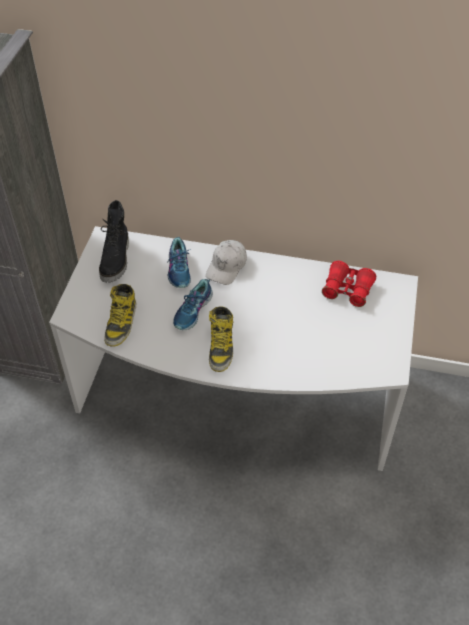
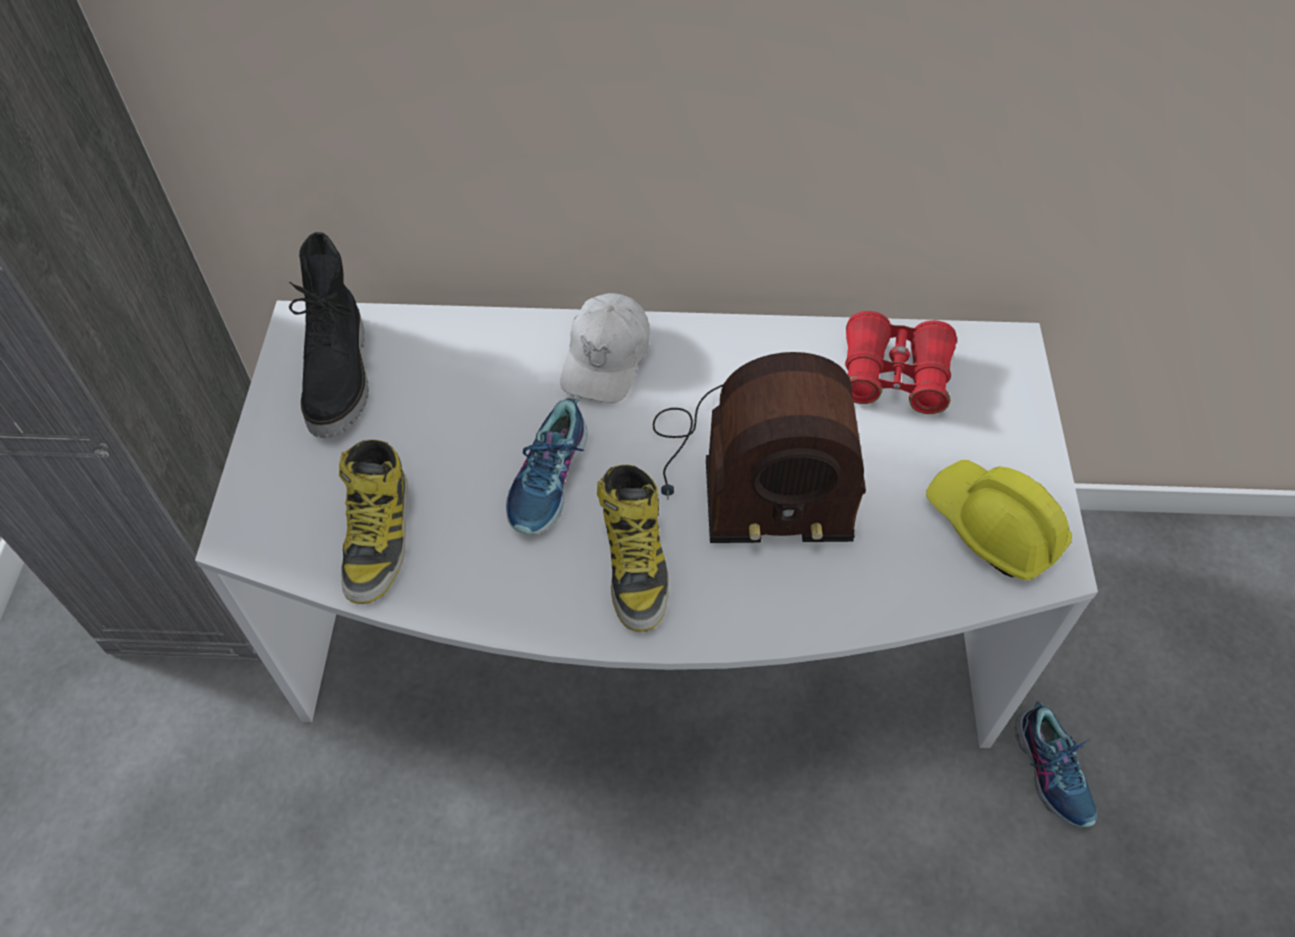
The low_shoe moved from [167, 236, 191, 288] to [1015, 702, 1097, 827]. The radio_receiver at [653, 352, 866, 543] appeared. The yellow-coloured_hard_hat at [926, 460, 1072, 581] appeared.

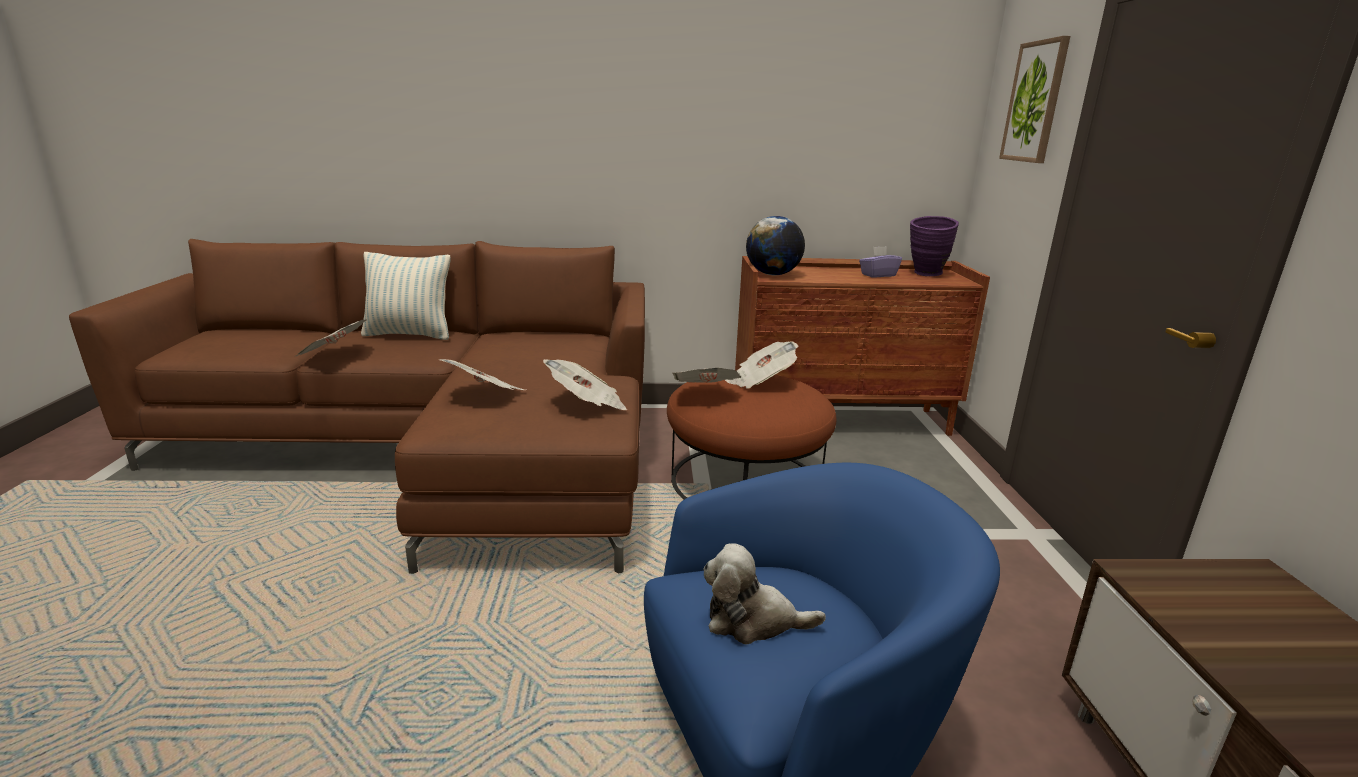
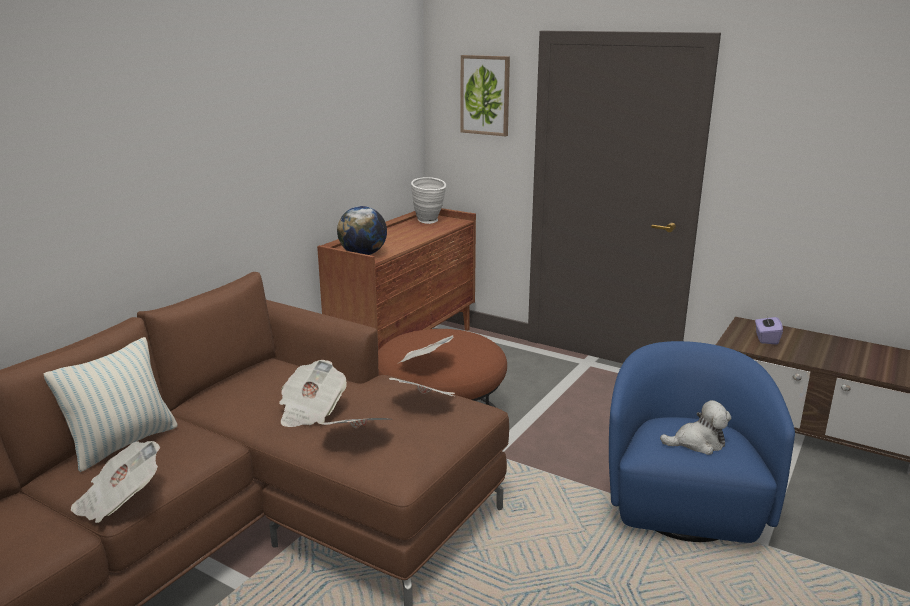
The cuddly_toy at [703, 543, 826, 644] turned 135 degrees counterclockwise. The printed_paper moved from [725, 342, 799, 389] to [279, 360, 347, 427]. The purple-coloured_box_of_tissues moved from [859, 246, 902, 278] to [755, 317, 783, 345]. The purple-coloured_decorative_vase at [910, 216, 959, 276] became the whitish_decorative_vase at [411, 177, 446, 224].

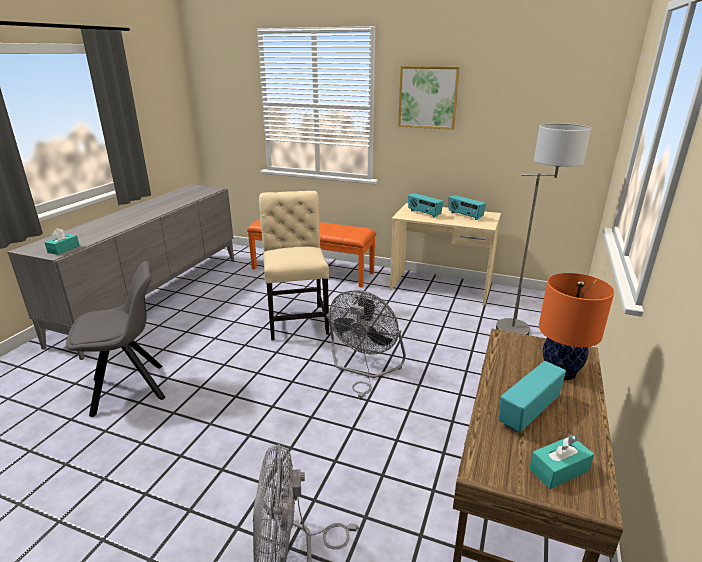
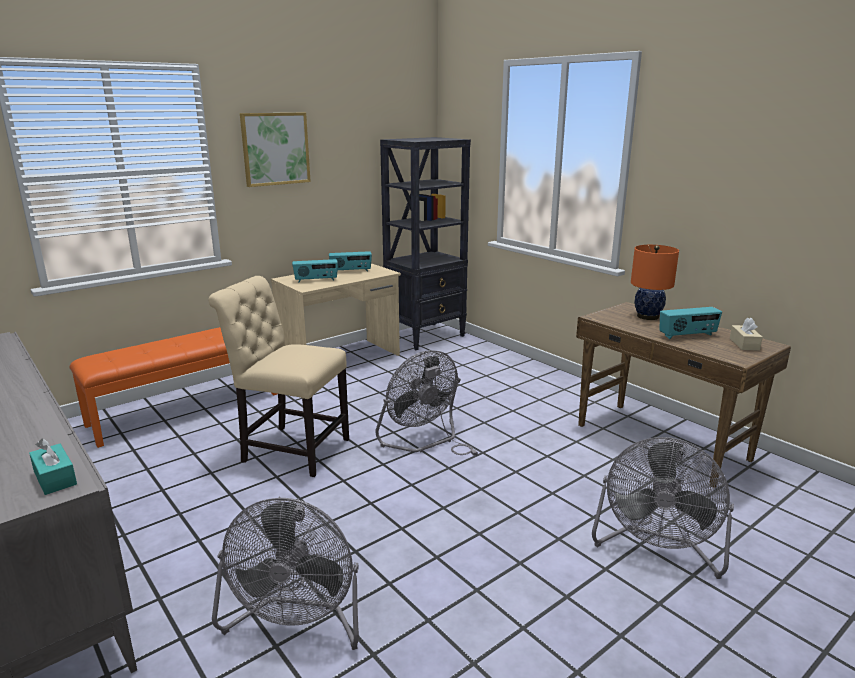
The gray_upright_chair at [66, 261, 165, 417] was replaced by the gray_fan at [212, 496, 359, 650]. The gray_standard_lamp at [496, 123, 591, 335] disappeared. The radio_receiver at [498, 361, 566, 432] turned 90 degrees counterclockwise. The turquoise-coloured_box_of_tissues at [529, 436, 594, 489] became the beige_box_of_tissues at [730, 317, 763, 351]. The black-coloured_shelving_unit at [380, 137, 471, 350] appeared.

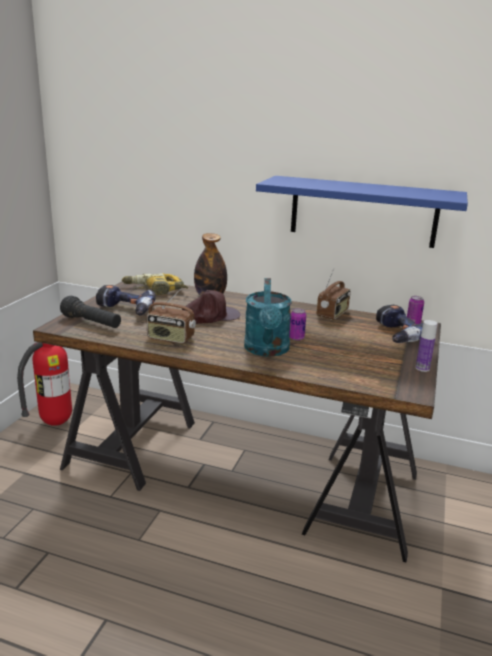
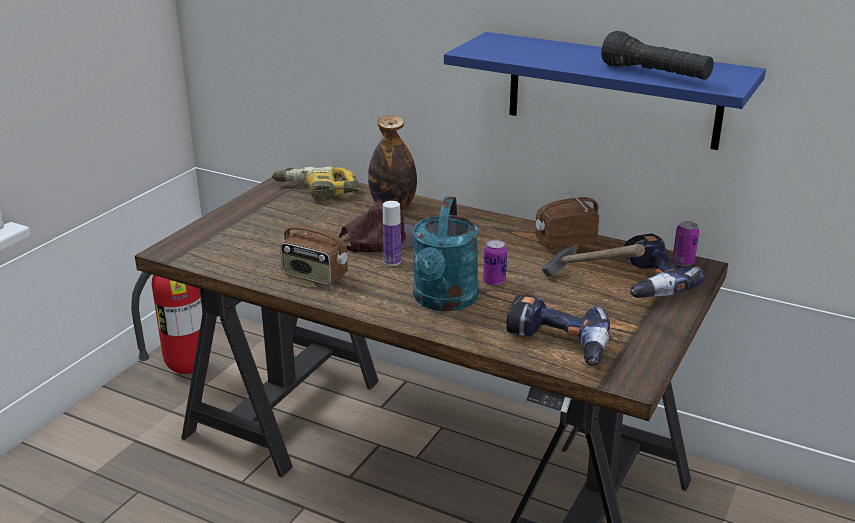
The black-coloured_flashlight moved from [60, 296, 121, 328] to [601, 31, 714, 80]. The drill moved from [96, 285, 156, 315] to [506, 295, 610, 366]. The radio_receiver at [317, 268, 351, 320] turned 150 degrees counterclockwise. The beverage_bottle moved from [416, 320, 438, 372] to [383, 201, 401, 266]. The tool_hammer at [542, 244, 645, 277] appeared.

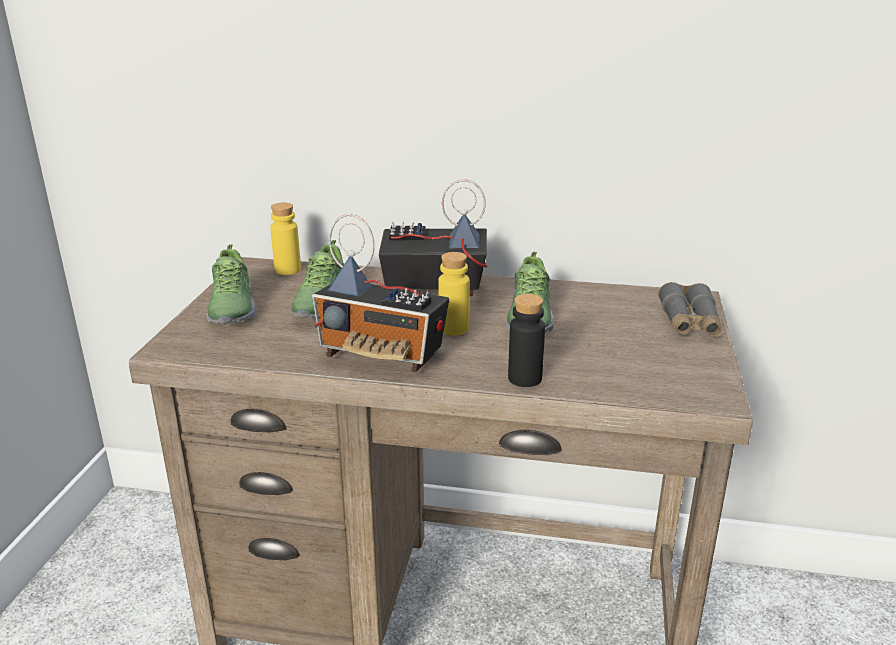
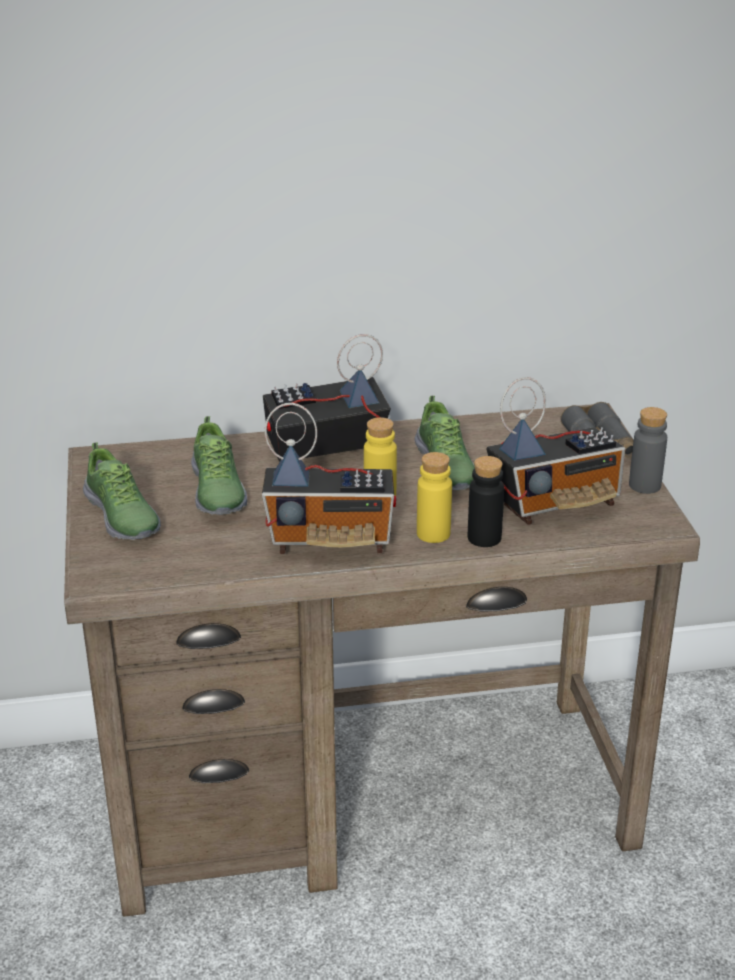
The yellow-coloured_beverage_bottle moved from [270, 203, 301, 275] to [417, 452, 452, 543]. The radio_receiver at [487, 377, 626, 525] appeared. The gray_beverage_bottle at [629, 407, 667, 494] appeared.

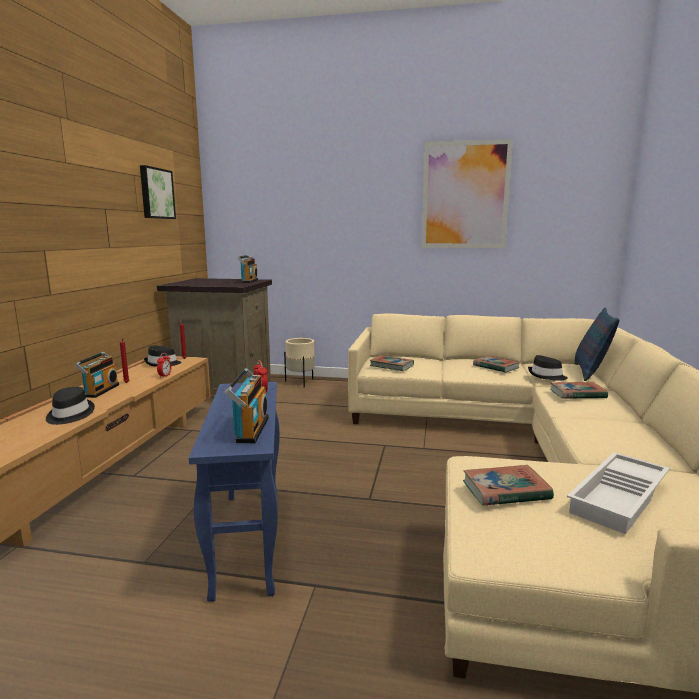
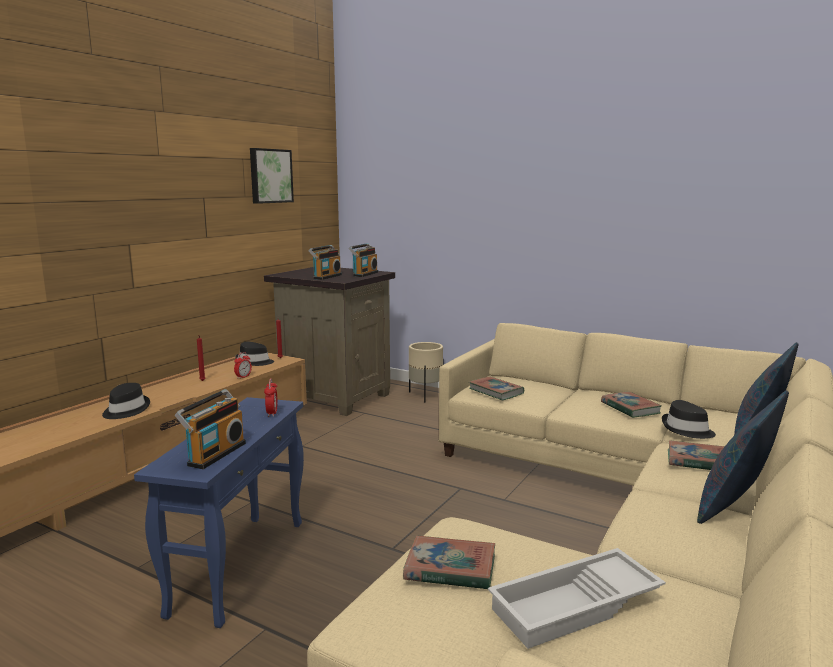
The radio_receiver moved from [75, 352, 119, 398] to [308, 245, 342, 280]. The wall_picture at [421, 139, 513, 248] disappeared. The blue_cushion at [697, 390, 789, 524] appeared.

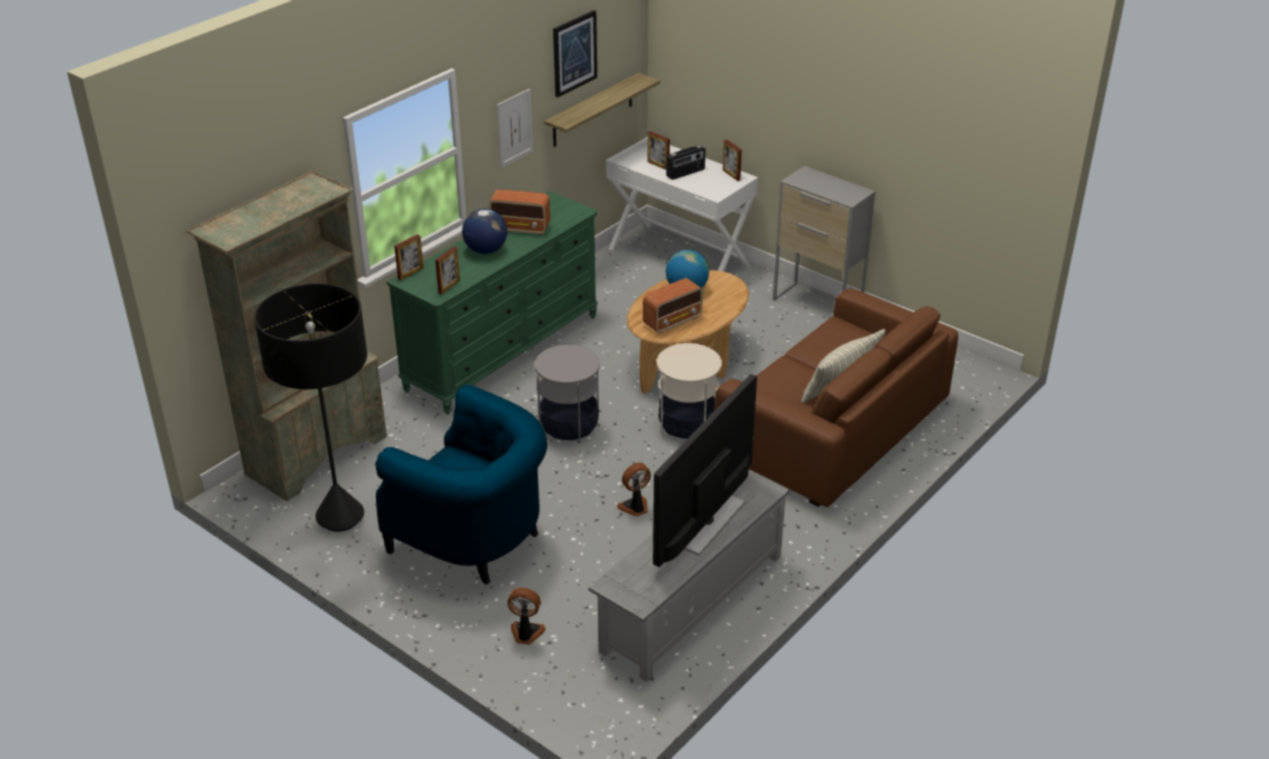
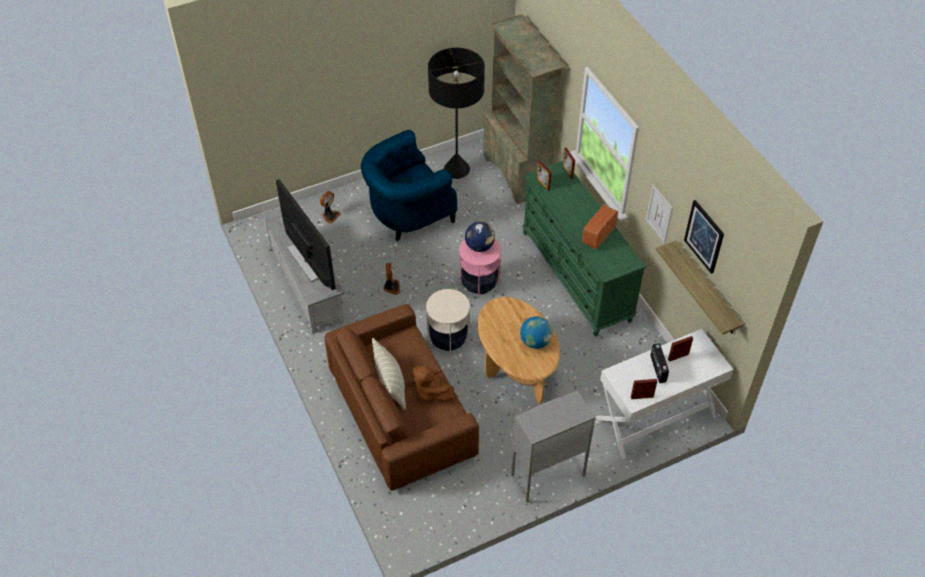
The desk_globe moved from [462, 209, 507, 254] to [465, 222, 495, 252]. The gray_side_table at [535, 345, 600, 443] became the pink_side_table at [459, 239, 501, 297]. The radio_receiver at [643, 278, 703, 334] disappeared. The brownish_cuddly_toy at [413, 365, 454, 401] appeared.

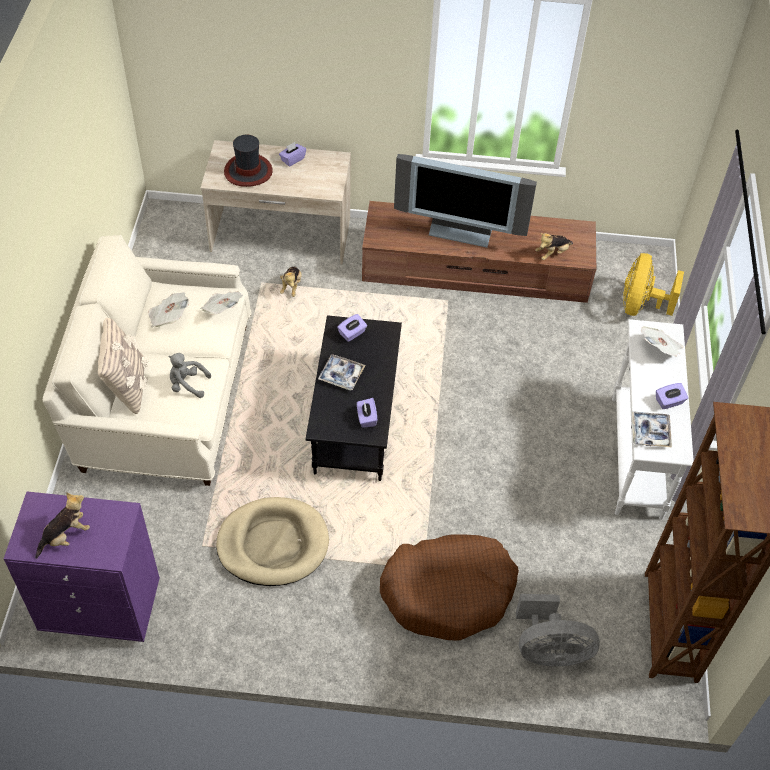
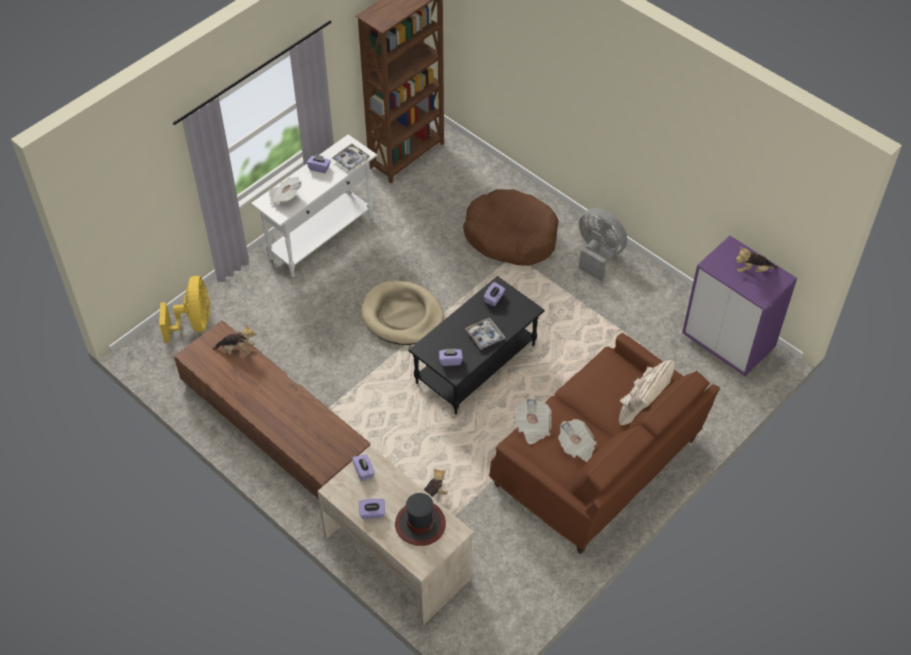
The whitish_couch at [43, 235, 252, 486] became the brownish_couch at [489, 333, 720, 554]. The gray_cuddly_toy at [168, 353, 211, 398] disappeared. The beige_dog_cushion moved from [216, 497, 329, 586] to [361, 280, 444, 345]. The TV_set at [394, 154, 537, 248] disappeared. The gray_fan moved from [516, 594, 600, 667] to [579, 208, 627, 281]. The yellow-coloured_fan at [623, 253, 684, 316] turned 60 degrees counterclockwise. The purple-coloured_box_of_tissues at [352, 454, 375, 481] appeared.

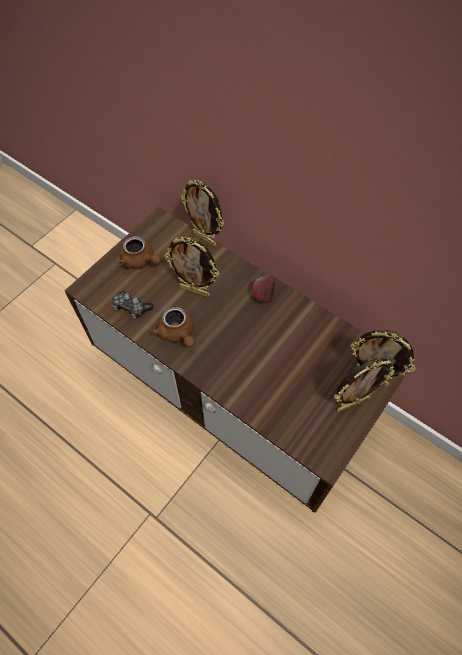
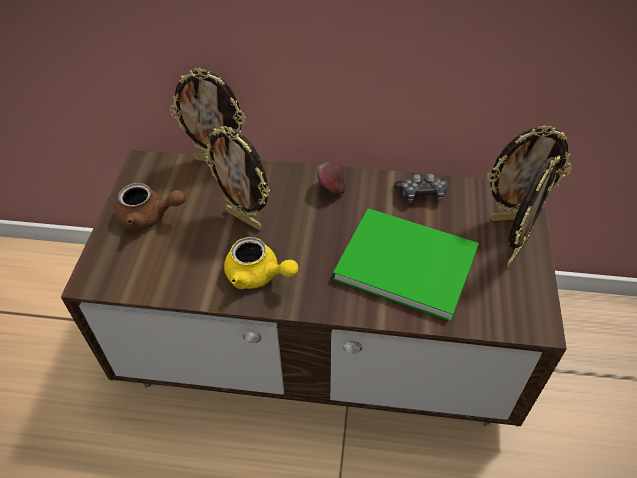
The joypad moved from [112, 291, 154, 319] to [394, 173, 448, 203]. The brownish_teapot at [152, 307, 195, 348] became the yellow-coloured_teapot at [224, 237, 298, 289]. The picture_frame at [164, 236, 220, 297] turned 45 degrees clockwise. The green_volume at [333, 208, 479, 322] appeared.

